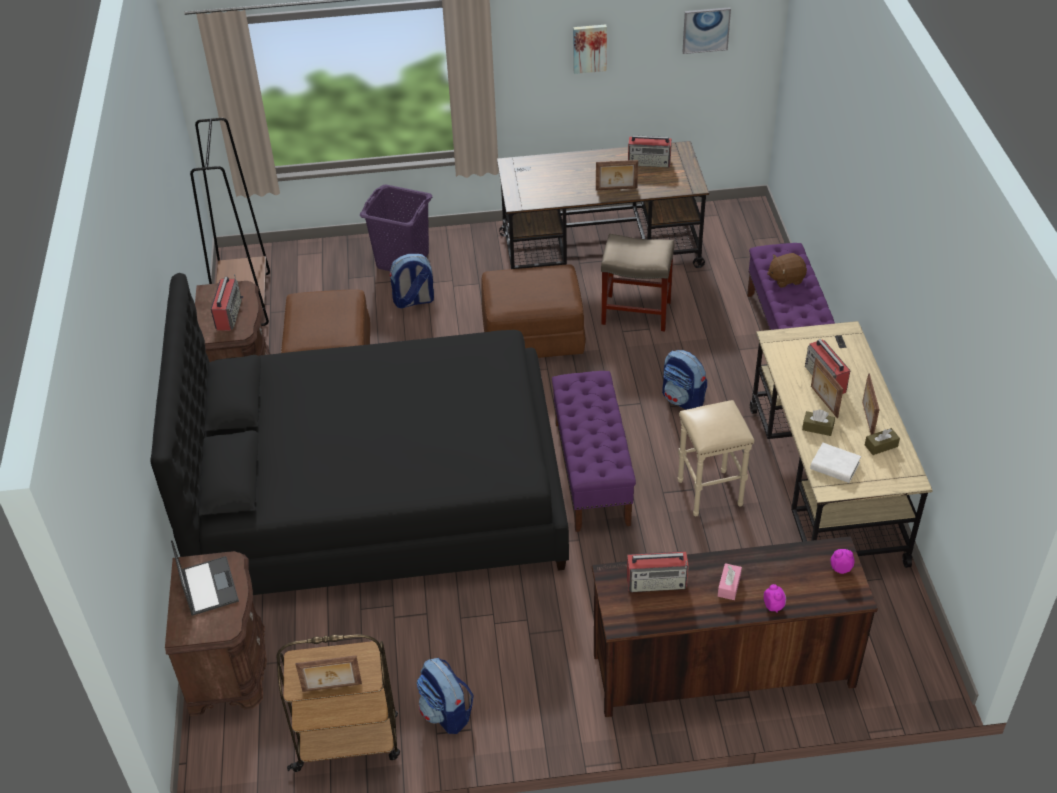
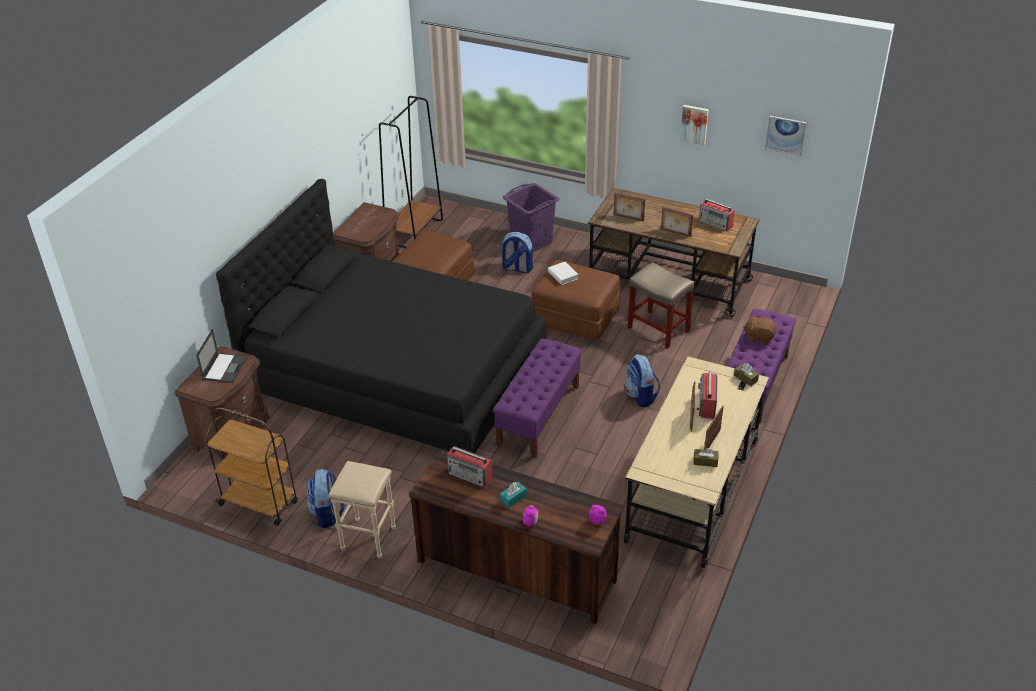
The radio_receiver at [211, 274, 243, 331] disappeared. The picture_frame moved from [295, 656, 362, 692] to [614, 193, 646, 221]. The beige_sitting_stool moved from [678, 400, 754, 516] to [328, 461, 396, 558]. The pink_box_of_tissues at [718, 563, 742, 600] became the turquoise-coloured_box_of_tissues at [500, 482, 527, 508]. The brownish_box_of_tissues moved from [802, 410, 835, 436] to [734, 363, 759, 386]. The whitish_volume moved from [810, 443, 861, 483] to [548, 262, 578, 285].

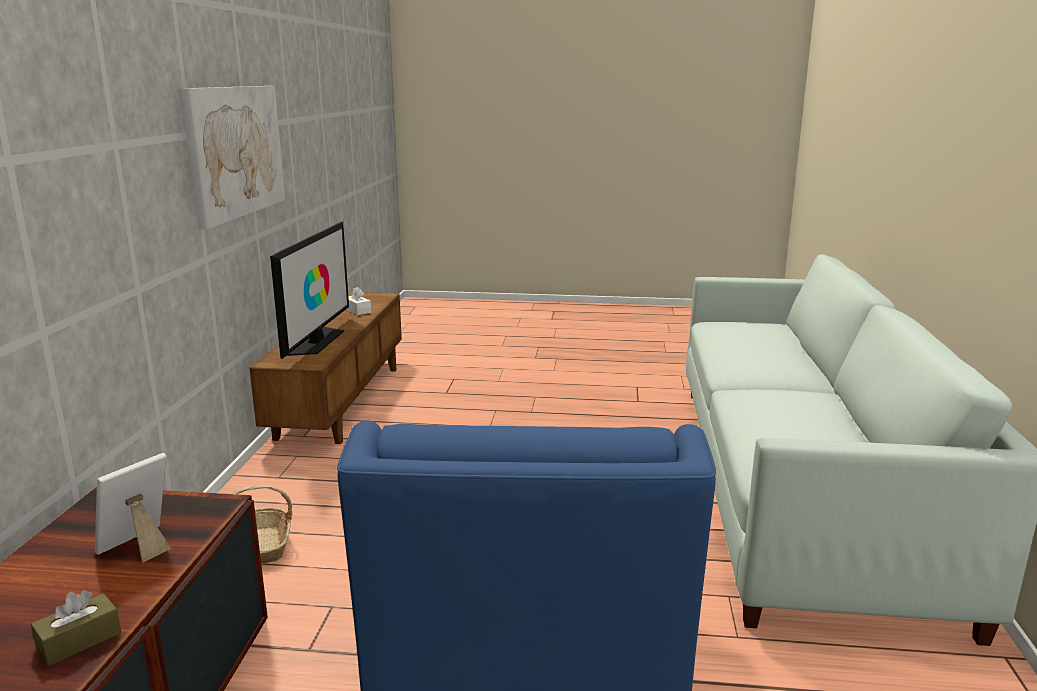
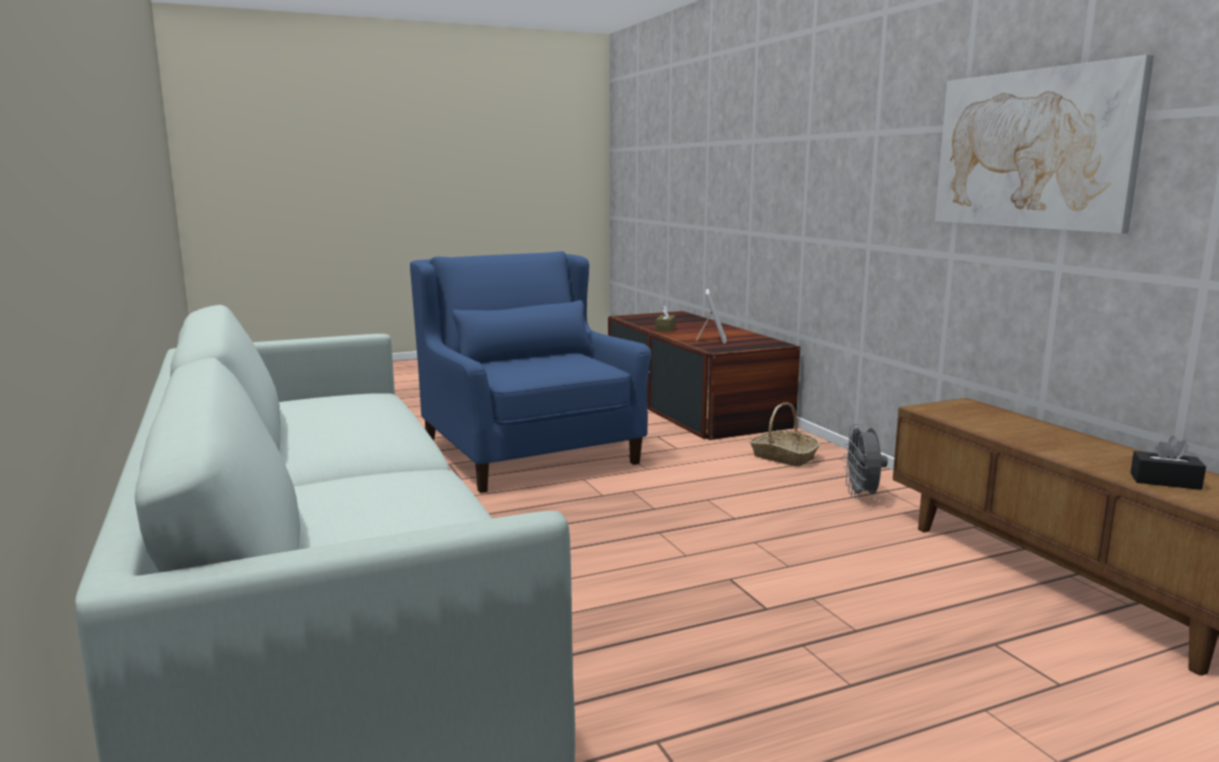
The TV_set at [270, 222, 349, 359] disappeared. The whitish_box_of_tissues at [346, 287, 371, 315] became the black-coloured_box_of_tissues at [1130, 436, 1206, 490]. The gray_fan at [843, 423, 888, 499] appeared.

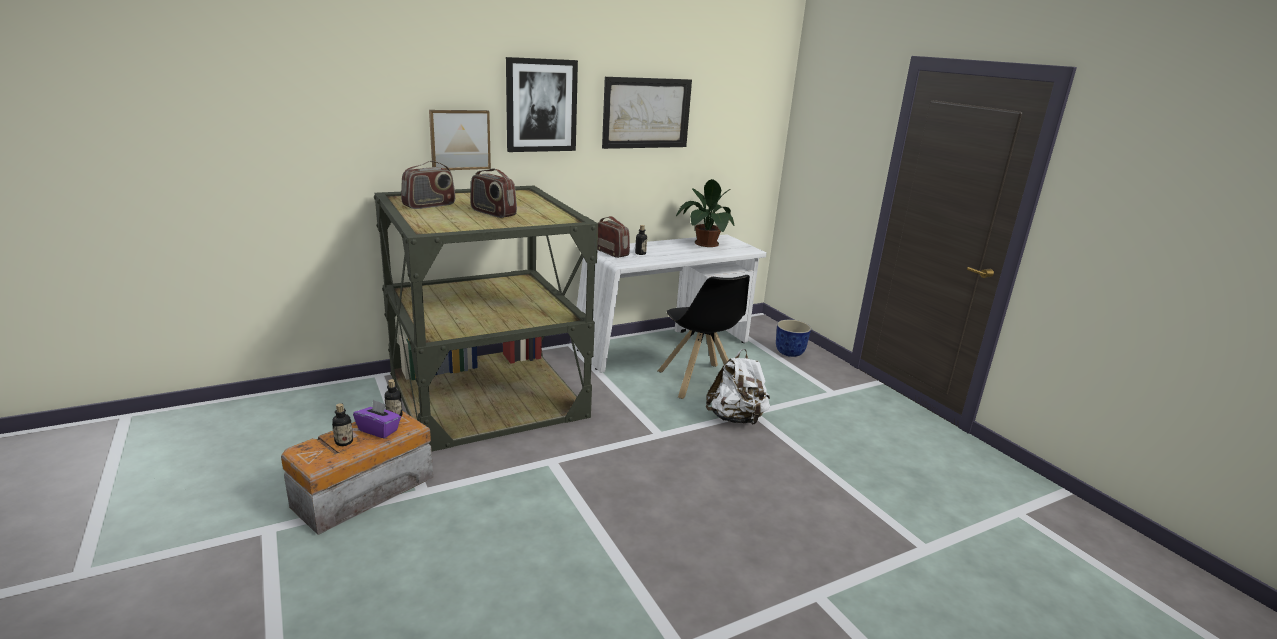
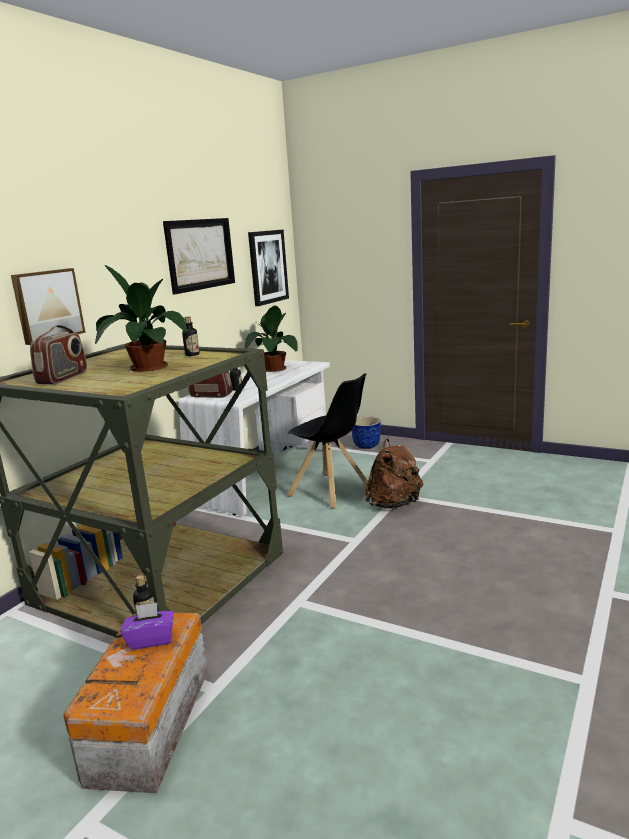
The beverage_bottle moved from [332, 403, 353, 446] to [182, 317, 200, 356]. The radio_receiver at [470, 168, 517, 218] was replaced by the potted_plant at [95, 265, 187, 372]. The wall_picture moved from [506, 57, 578, 152] to [248, 230, 289, 306]. The whitish_rucksack at [706, 349, 770, 425] became the brownish_rucksack at [364, 439, 423, 509].

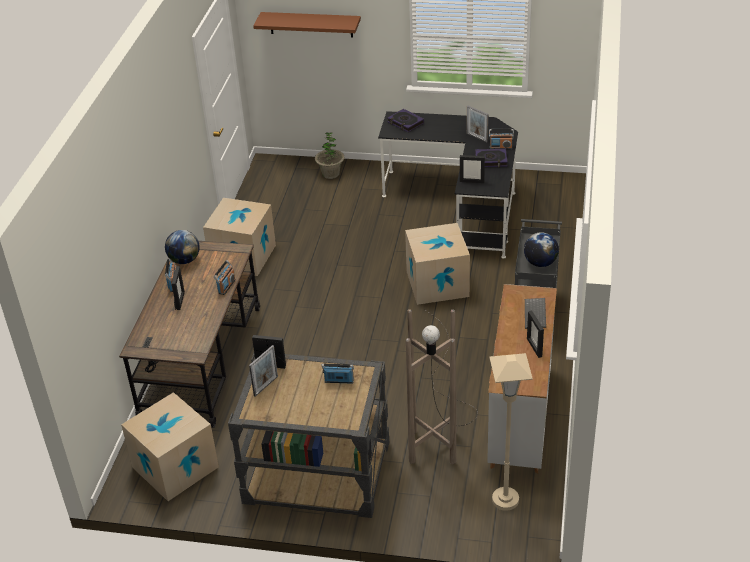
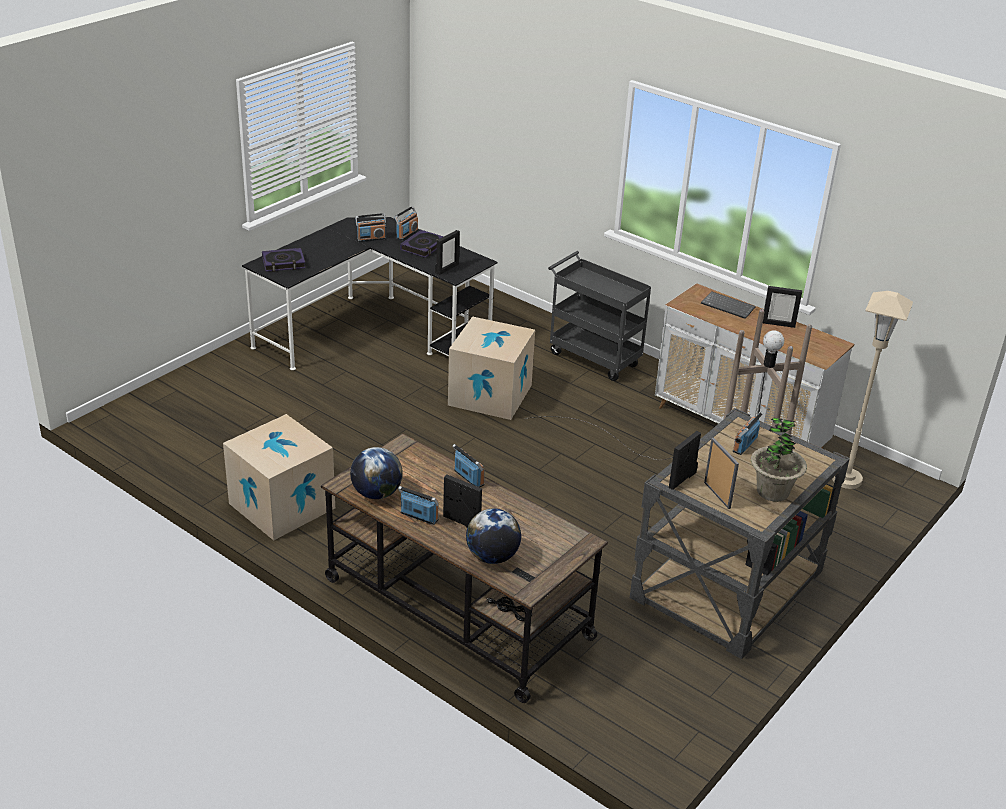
The carton at [121, 392, 219, 501] disappeared. The brownish_shelf at [253, 12, 361, 38] disappeared. The potted_plant moved from [315, 132, 345, 179] to [751, 417, 807, 502]. The picture_frame at [467, 105, 489, 142] was replaced by the radio_receiver at [355, 213, 386, 242]. The desk_globe moved from [524, 232, 559, 267] to [466, 508, 521, 564].

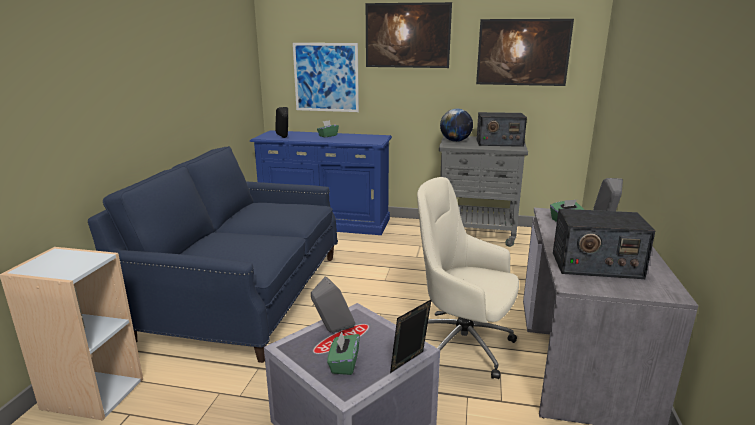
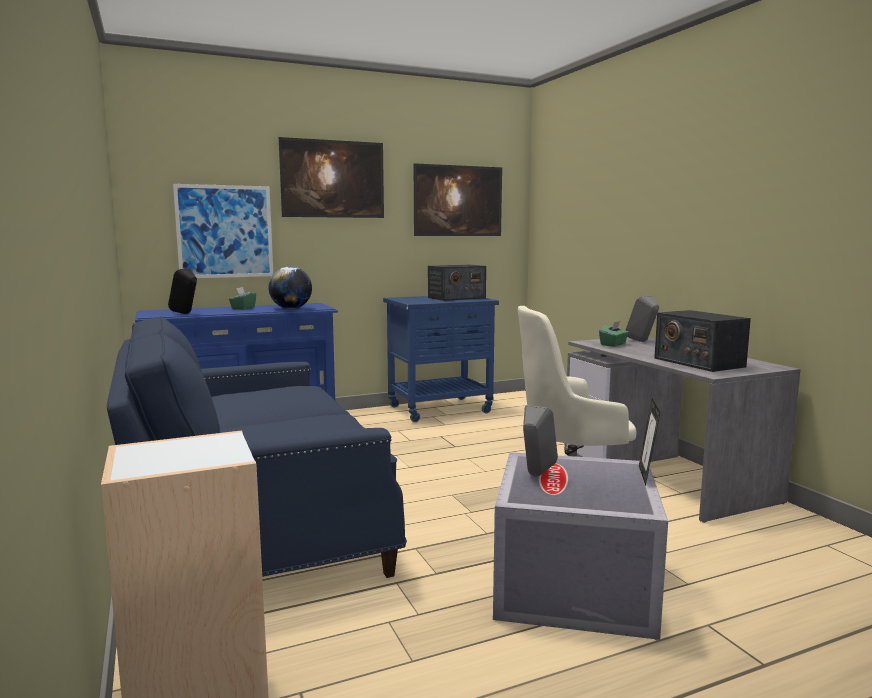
The green_box_of_tissues at [327, 331, 360, 375] disappeared. The gray_cart at [439, 136, 528, 247] became the blue_cart at [383, 296, 499, 422]. The desk_globe moved from [440, 109, 473, 142] to [269, 266, 312, 309]. The radio_receiver at [553, 209, 656, 279] turned 90 degrees clockwise.

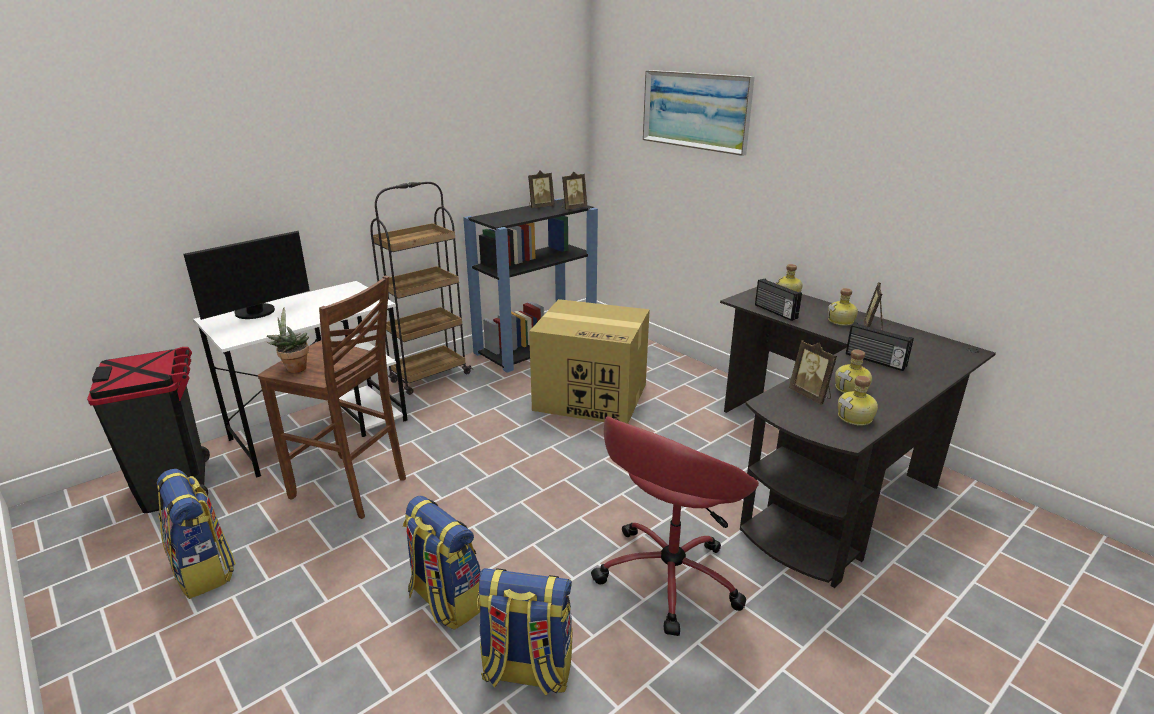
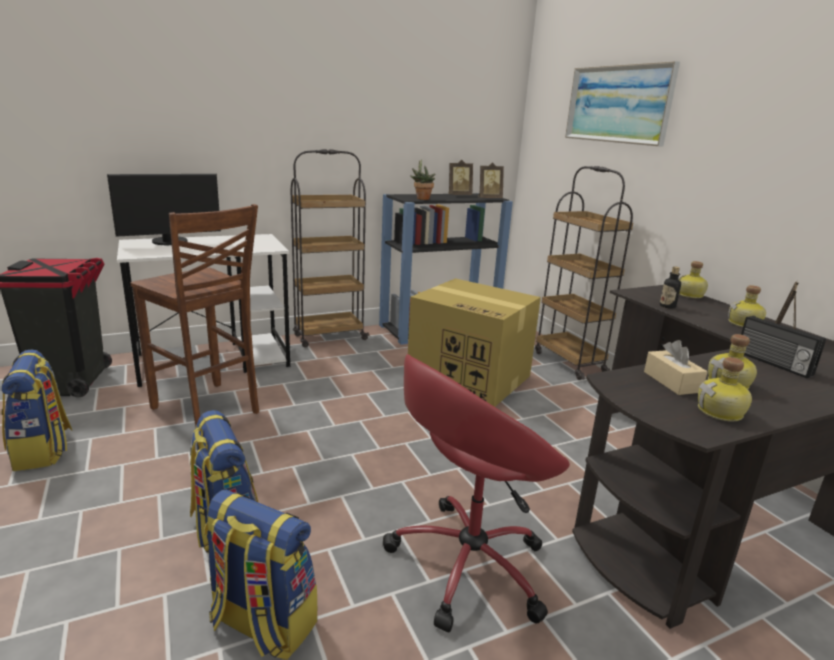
The potted_plant moved from [267, 307, 309, 373] to [410, 159, 435, 200]. The radio_receiver at [755, 279, 802, 321] was replaced by the beverage_bottle at [660, 266, 681, 309]. The picture_frame at [789, 341, 837, 405] was replaced by the beige_box_of_tissues at [644, 340, 708, 395]. The brownish_cart at [535, 166, 633, 380] appeared.

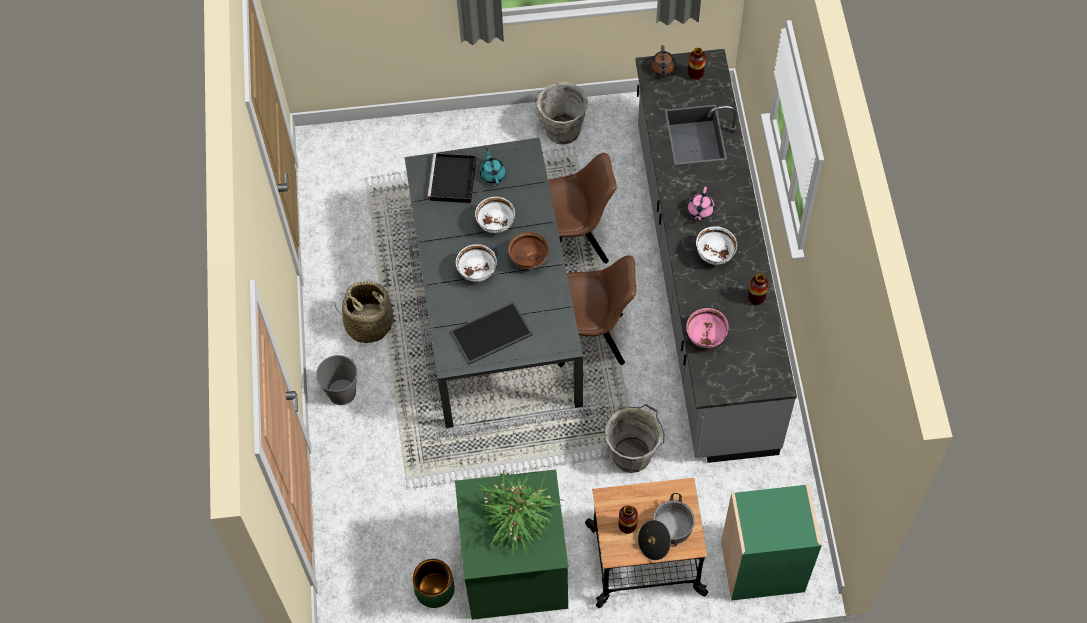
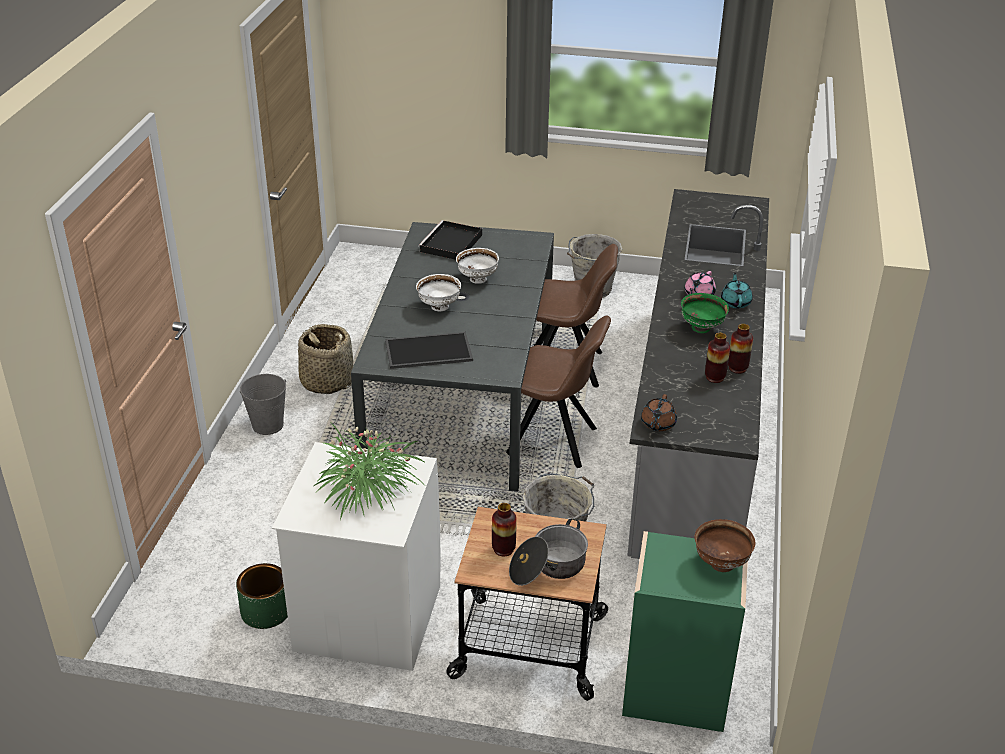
The green_washing_machine at [455, 470, 568, 620] became the whitish_washing_machine at [272, 442, 440, 671]. The turquoise-coloured_teapot moved from [480, 148, 506, 185] to [721, 272, 753, 308]. The brownish_bowl moved from [508, 232, 549, 269] to [694, 519, 755, 572]. The brownish_teapot moved from [650, 45, 676, 77] to [641, 394, 677, 431]. The pink_bowl at [686, 308, 729, 348] disappeared. The decorative_vase moved from [688, 47, 706, 80] to [705, 333, 730, 383]. The whitish_bowl at [696, 226, 737, 265] became the green_bowl at [681, 293, 729, 333].

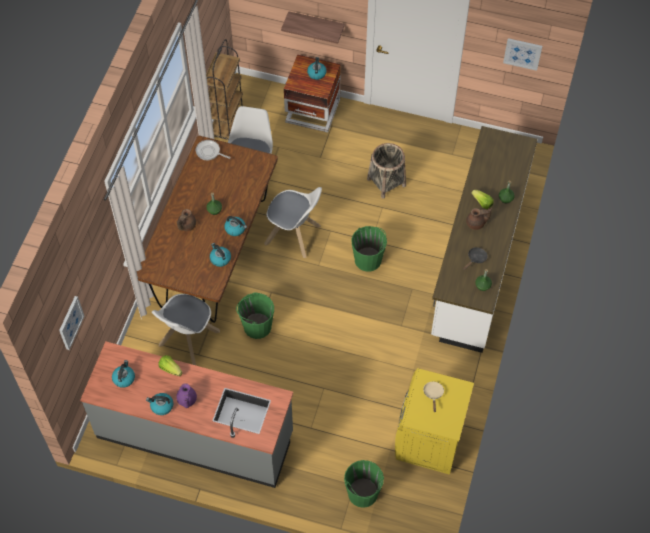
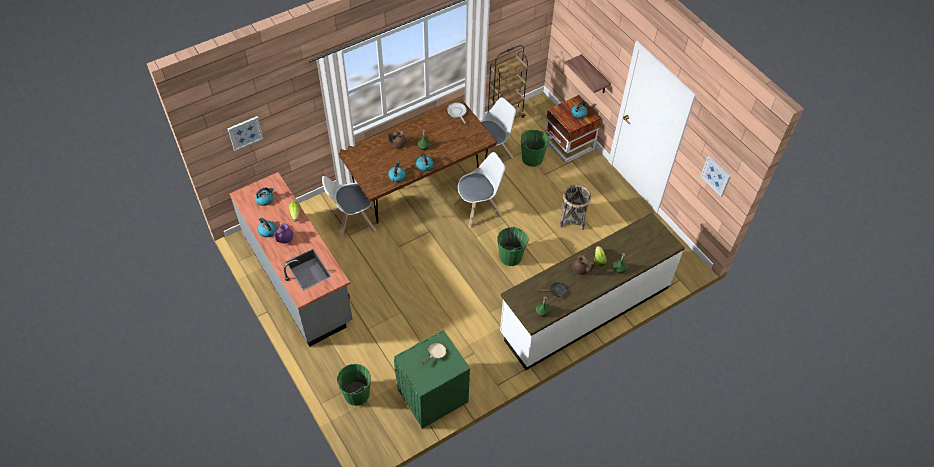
The green_water_bucket moved from [236, 292, 274, 339] to [521, 130, 548, 167]. The upright_chair at [264, 187, 322, 258] turned 90 degrees counterclockwise. The yellow-coloured_washing_machine at [395, 368, 474, 475] became the green_washing_machine at [394, 330, 471, 429].

